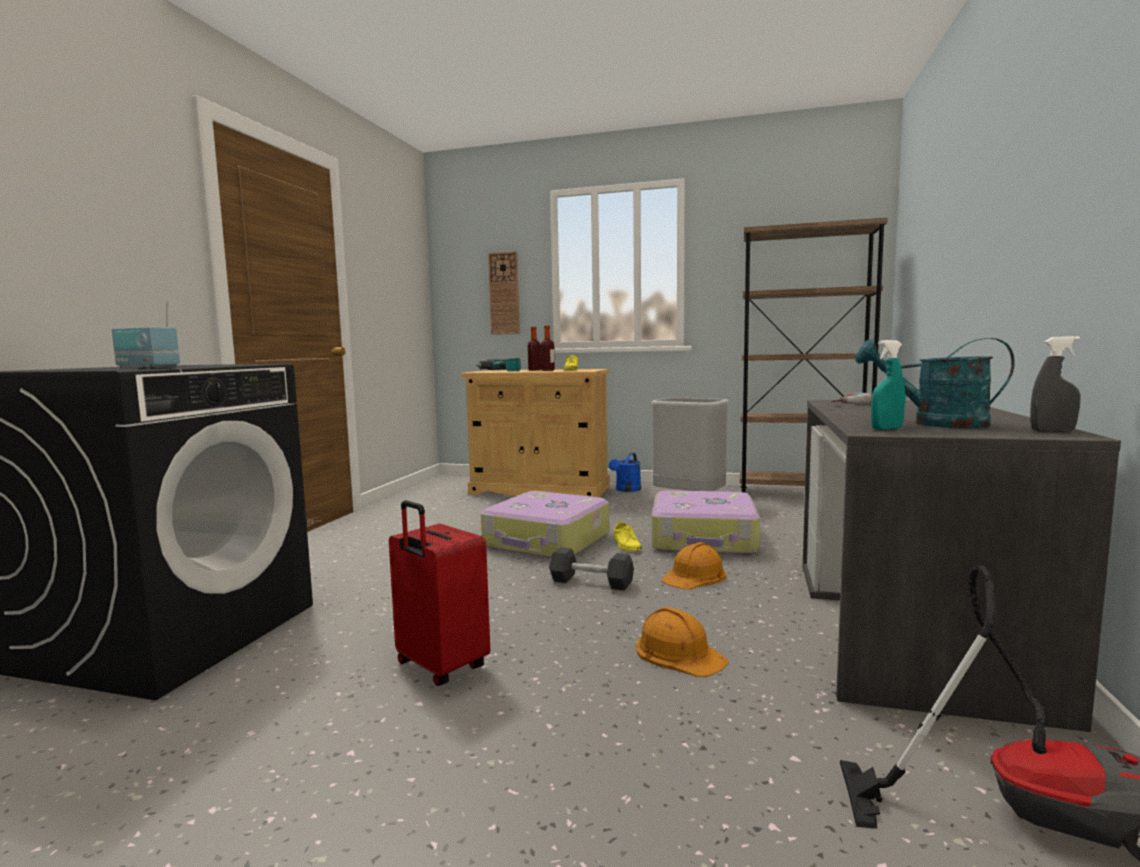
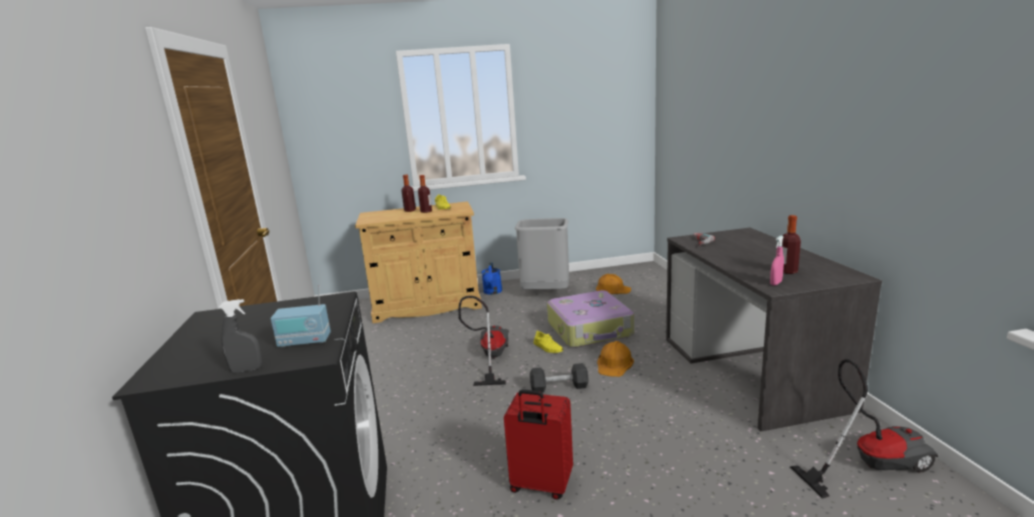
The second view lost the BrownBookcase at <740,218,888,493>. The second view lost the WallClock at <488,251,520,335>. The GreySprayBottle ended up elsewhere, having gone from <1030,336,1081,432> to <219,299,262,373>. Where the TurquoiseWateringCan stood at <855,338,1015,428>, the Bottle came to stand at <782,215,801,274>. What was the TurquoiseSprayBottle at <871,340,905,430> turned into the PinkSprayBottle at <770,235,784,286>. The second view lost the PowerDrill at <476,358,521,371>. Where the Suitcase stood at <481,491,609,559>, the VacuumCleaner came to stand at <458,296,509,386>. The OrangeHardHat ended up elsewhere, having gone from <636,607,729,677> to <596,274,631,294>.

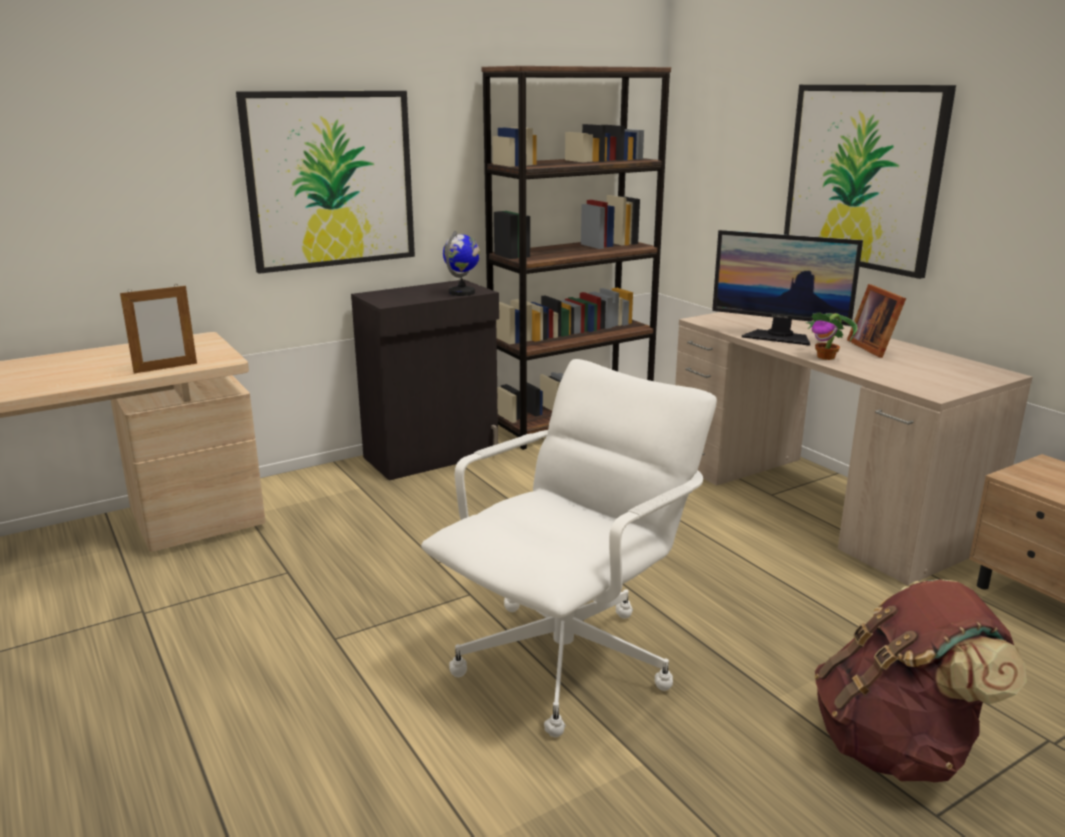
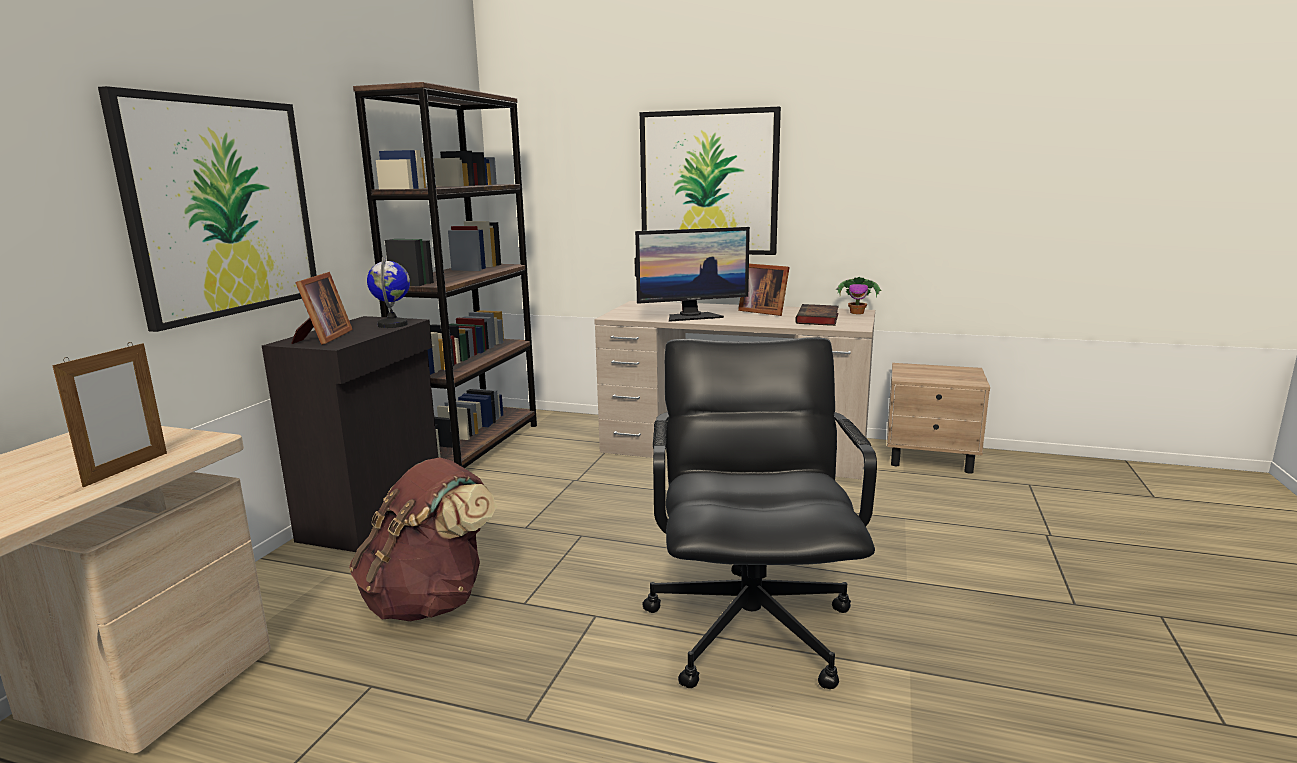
The PottedPlant ended up elsewhere, having gone from <806,312,858,360> to <836,277,882,314>. What was the WhiteOfficeChair at <421,359,717,737> turned into the BlackOfficeChair at <643,337,877,689>. The BrownBackpack ended up elsewhere, having gone from <815,579,1027,782> to <349,457,497,621>. The second view gained the PictureFrame at <291,272,353,345>. The second view gained the Book at <795,304,839,326>.

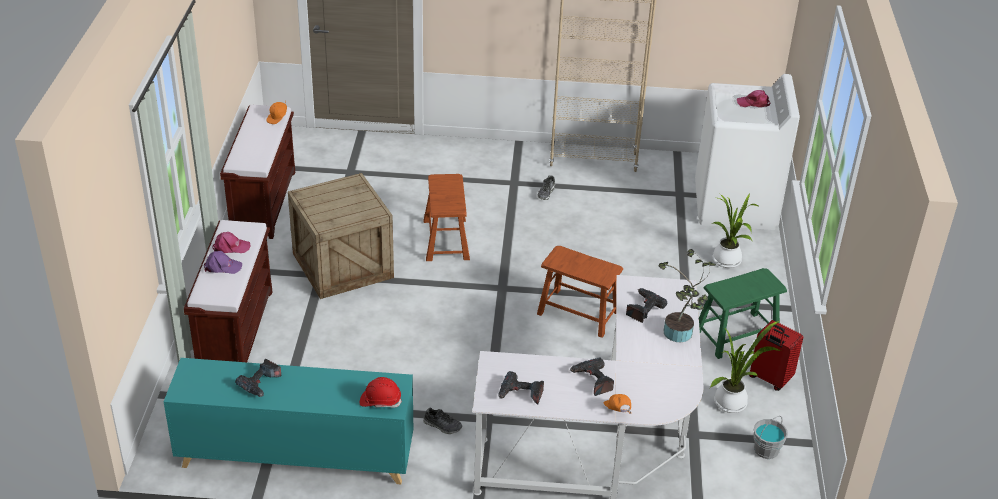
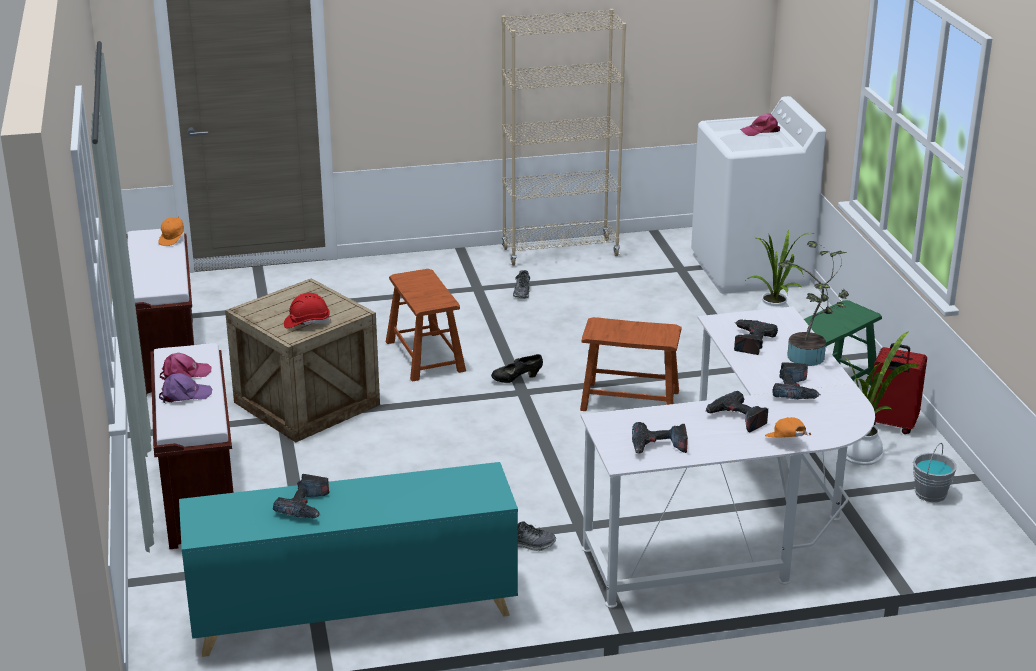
The RedHardHat ended up elsewhere, having gone from <360,377,402,408> to <284,292,331,329>. The second view gained the BlackShoe at <491,354,543,383>. The second view gained the PowerDrill at <773,362,821,399>.

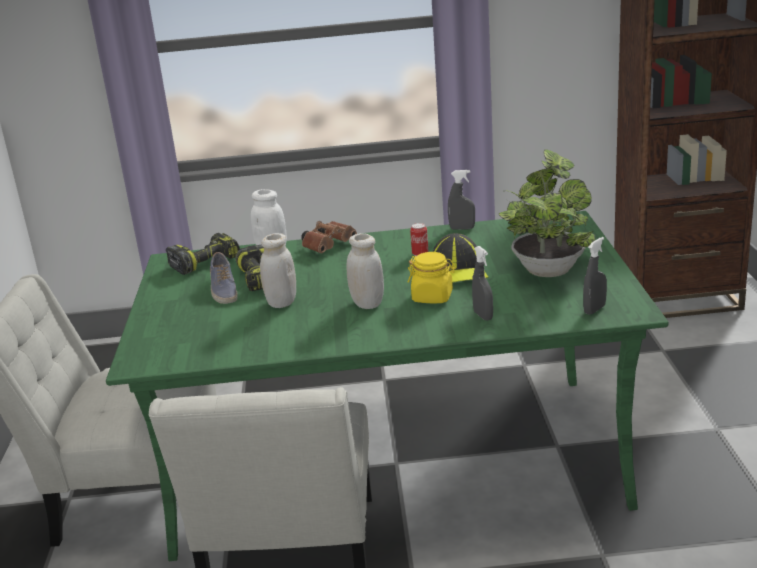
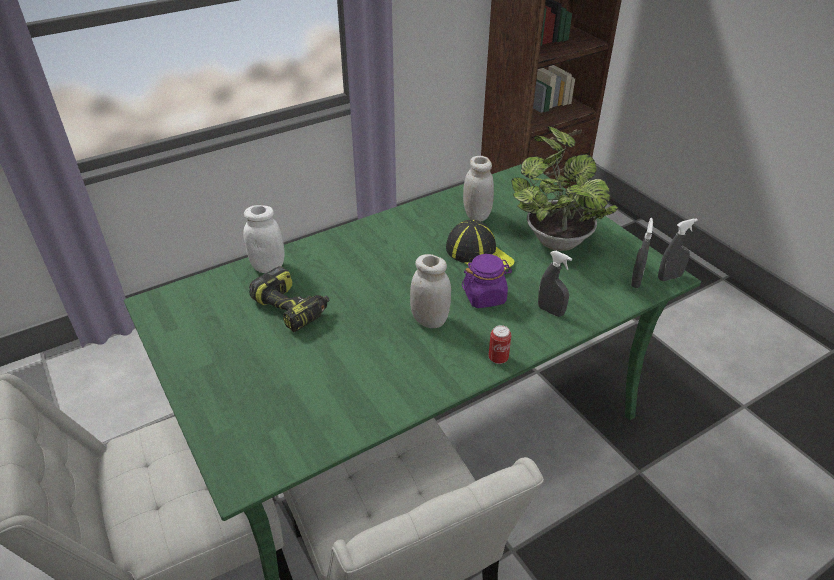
The GreySprayBottle ended up elsewhere, having gone from <448,170,475,230> to <658,218,698,281>. The second view lost the BrownBinoculars at <301,221,357,253>. The Can ended up elsewhere, having gone from <410,223,429,256> to <488,325,511,364>. The second view lost the PowerDrill at <166,233,240,275>. The WhiteJar ended up elsewhere, having gone from <260,233,296,308> to <463,156,494,221>. The second view lost the Shoe at <210,252,238,304>. What was the YellowJar at <407,252,456,303> turned into the PurpleJar at <462,254,512,308>.

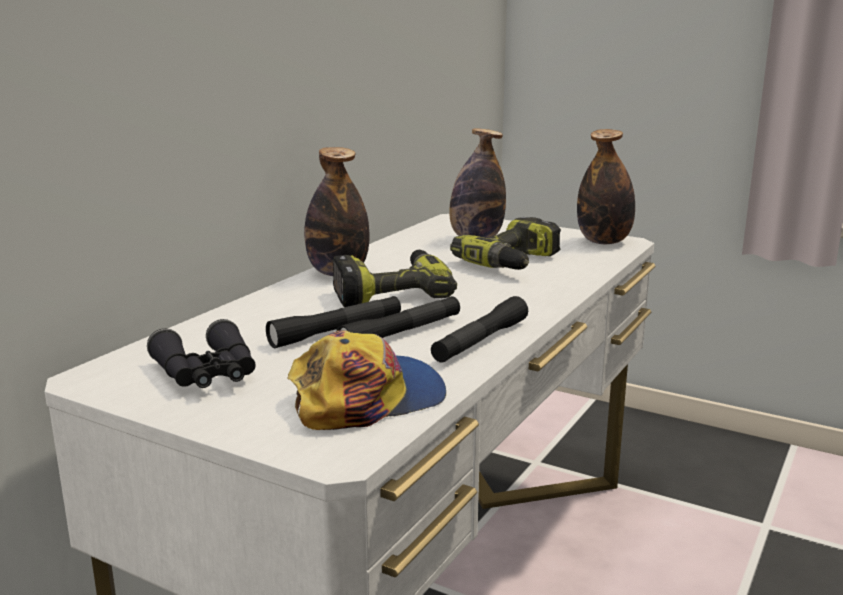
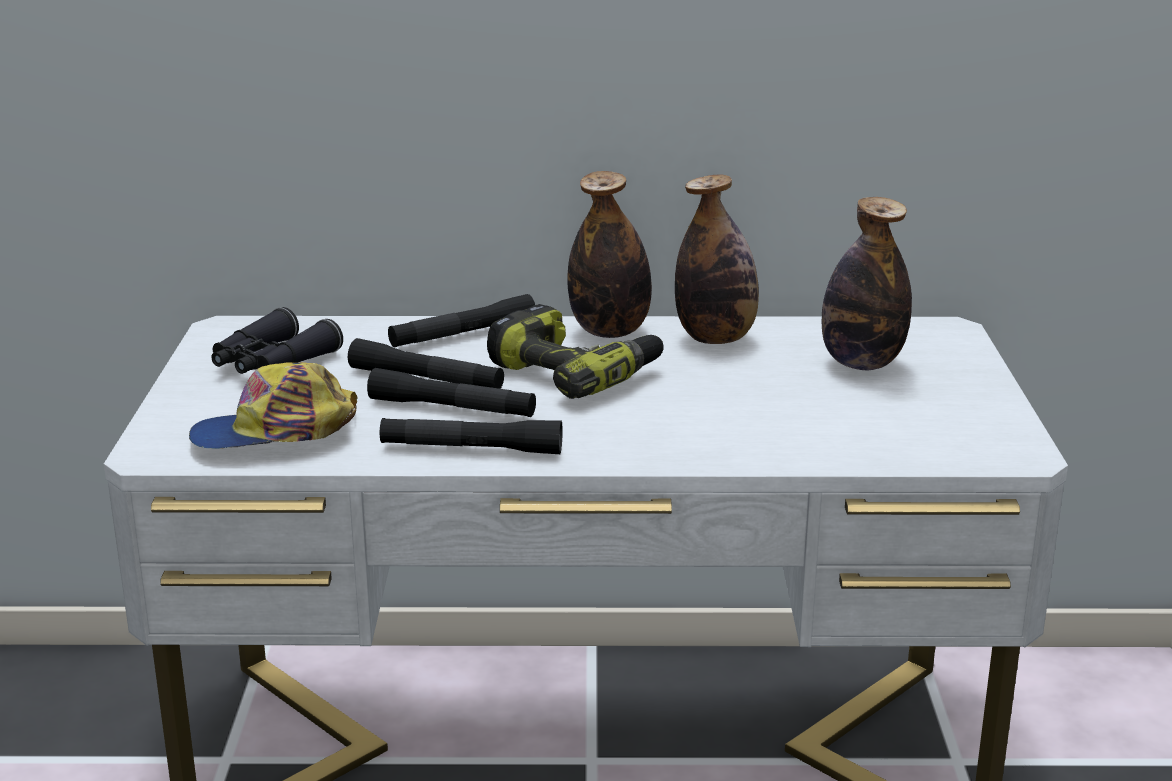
The Bottle ended up elsewhere, having gone from <577,129,635,244> to <675,174,759,344>. The second view lost the PowerDrill at <450,217,561,270>. The Cap at <287,330,446,430> ended up facing another way, 135 degrees clockwise from before. The second view gained the BlackFlashlight at <388,294,535,347>.

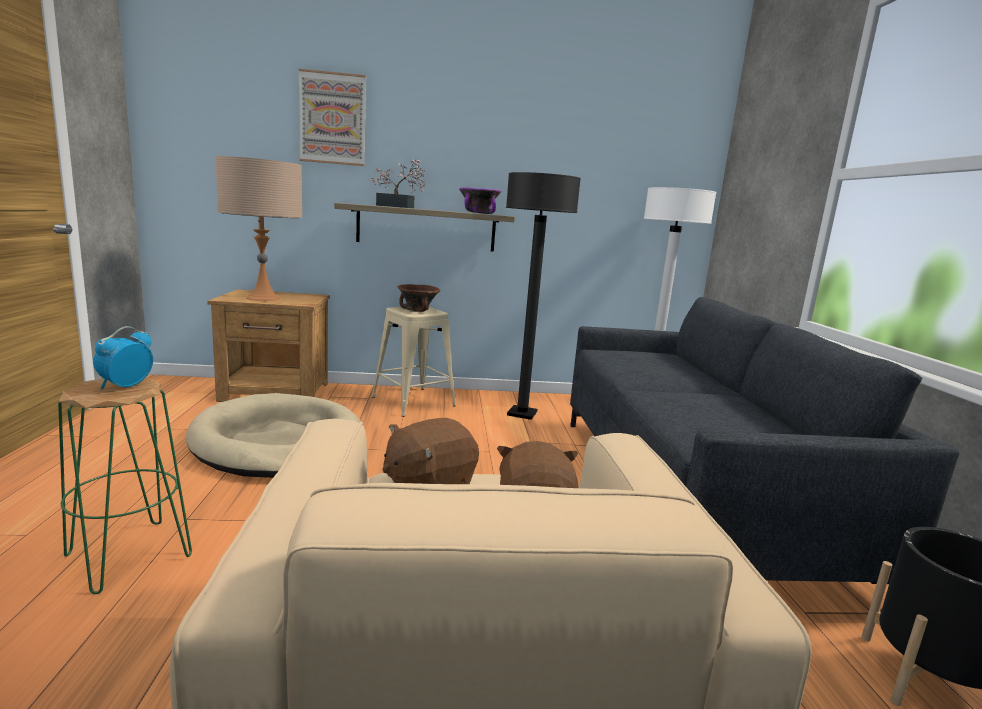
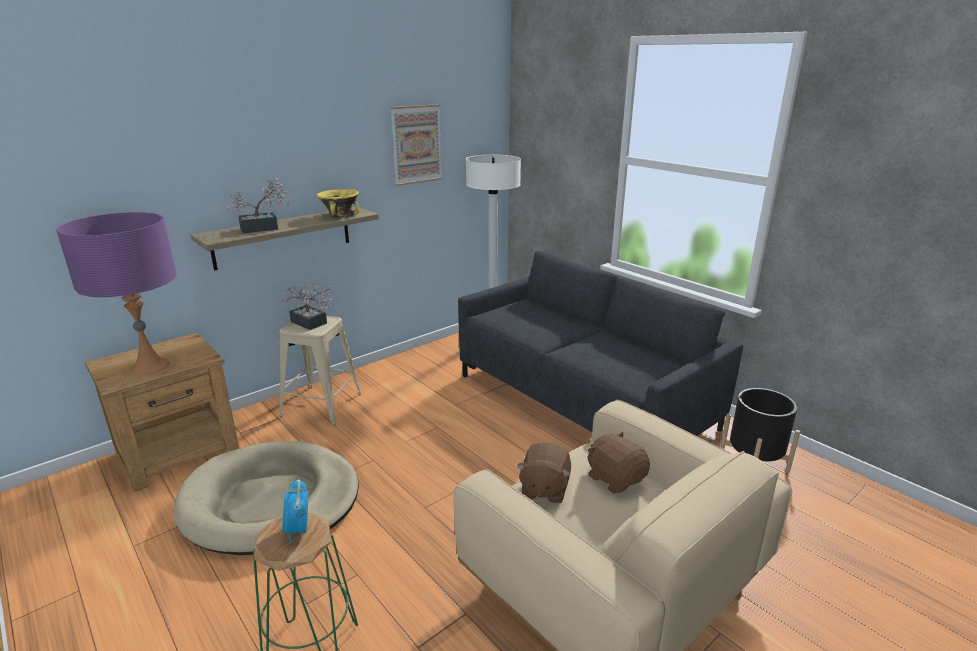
The Picture ended up elsewhere, having gone from <298,69,366,166> to <390,104,443,186>. What was the BeigeTableLamp at <215,156,302,301> turned into the PurpleTableLamp at <56,212,177,375>. The second view lost the BlackFloorLamp at <506,172,581,420>. What was the PurpleBowl at <459,187,501,214> turned into the YellowBowl at <316,189,359,217>. Where the BrownBowl stood at <398,284,440,312>, the PottedPlant came to stand at <281,284,334,330>.

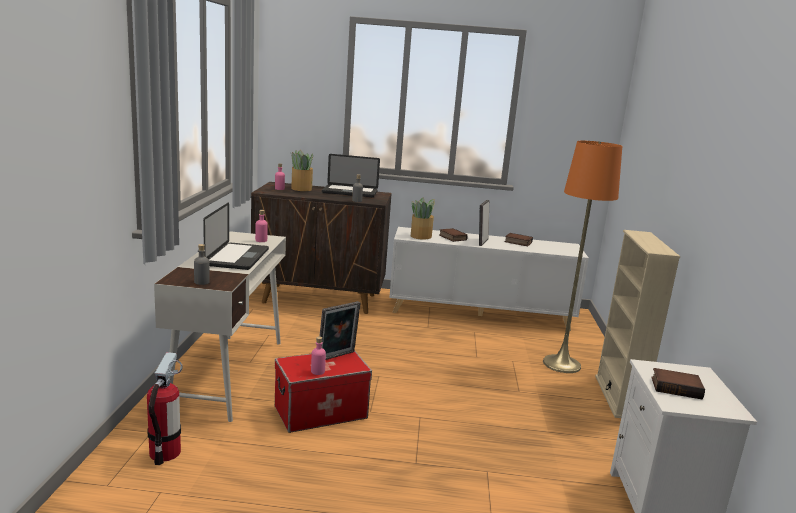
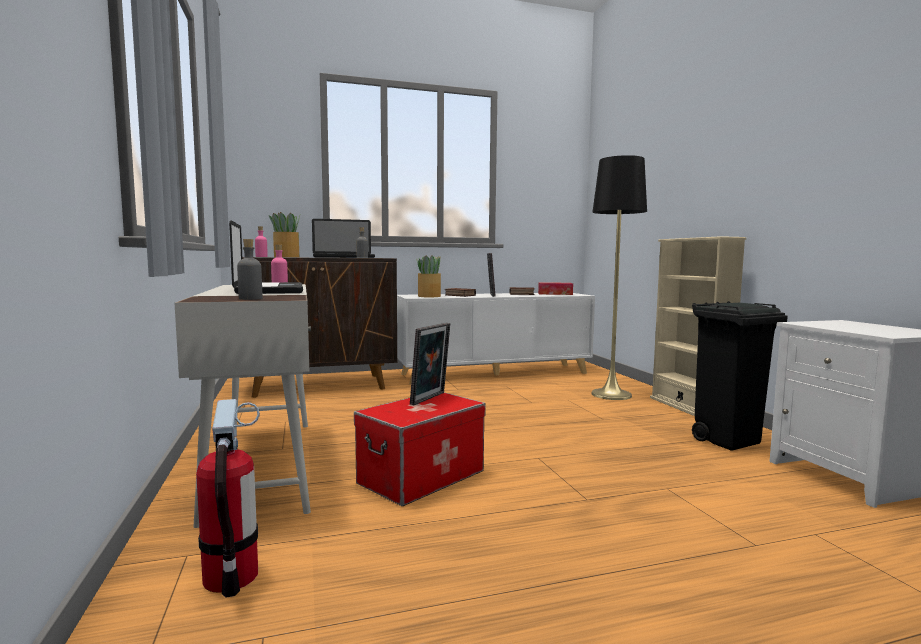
What was the OrangeFloorLamp at <543,141,622,373> turned into the BlackFloorLamp at <591,155,647,400>. The second view lost the PinkBottle at <311,337,326,375>. The second view lost the Book at <651,368,705,400>. The second view gained the TissueBox at <538,282,573,295>. The second view gained the BlackTrashCan at <692,301,788,451>.

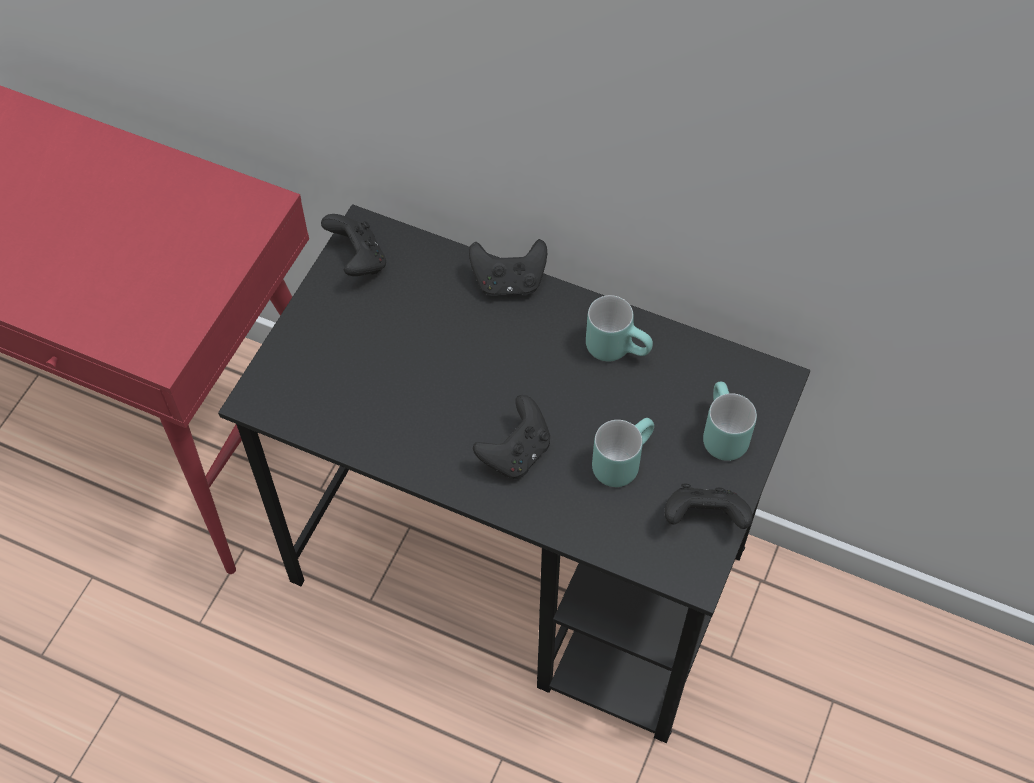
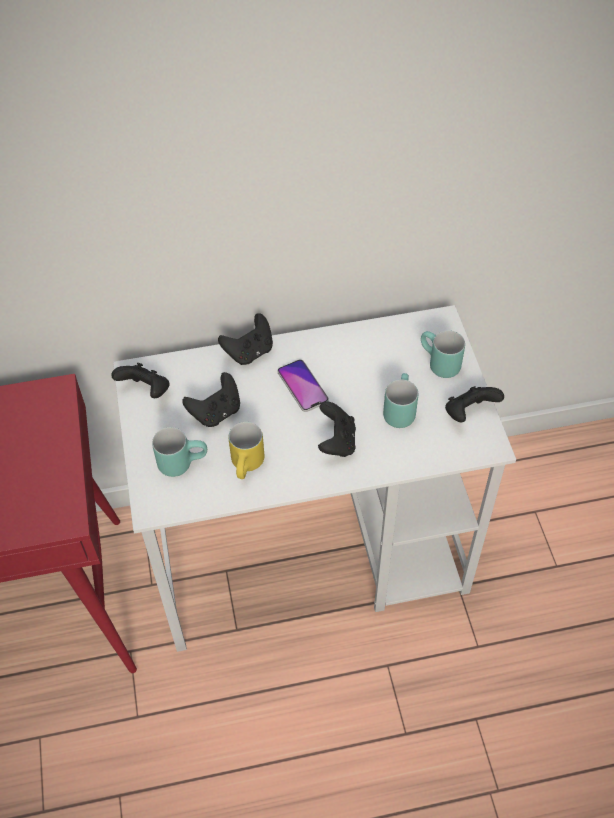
What was the BlackDesk at <218,204,810,743> turned into the WhiteDesk at <113,305,516,652>. The TurquoiseMug ended up elsewhere, having gone from <586,295,653,361> to <152,427,207,477>. The second view gained the Phone at <277,359,329,412>. The second view gained the BlackGameController at <182,372,240,427>. The second view gained the YellowMug at <229,422,264,479>.

